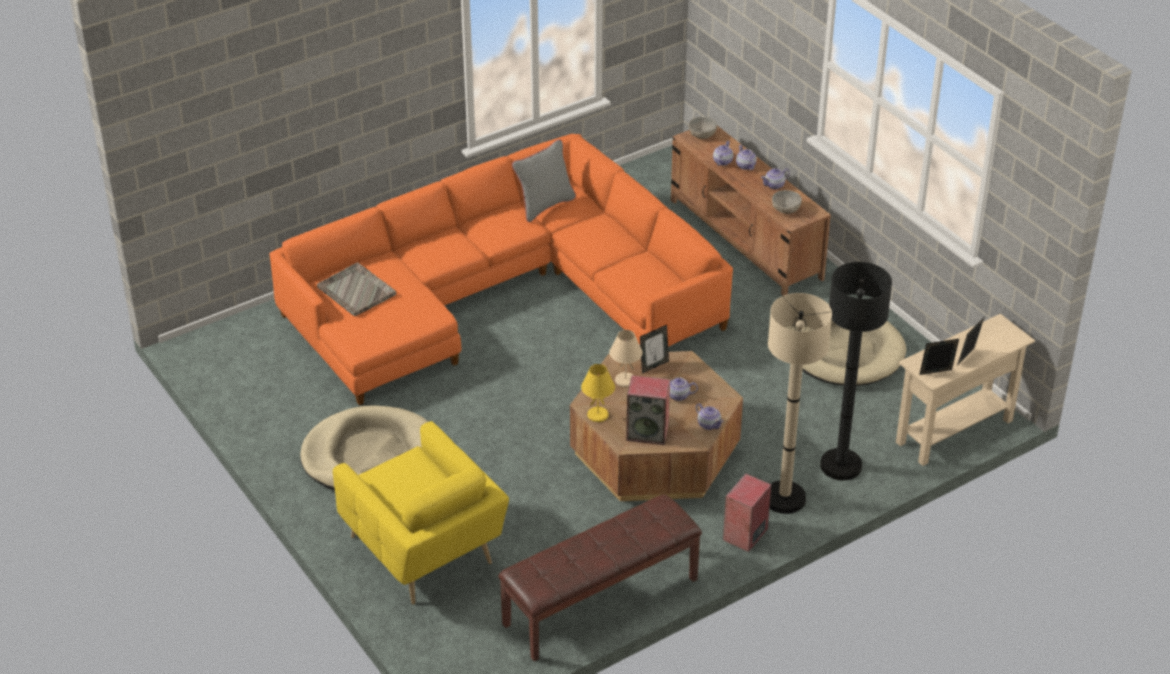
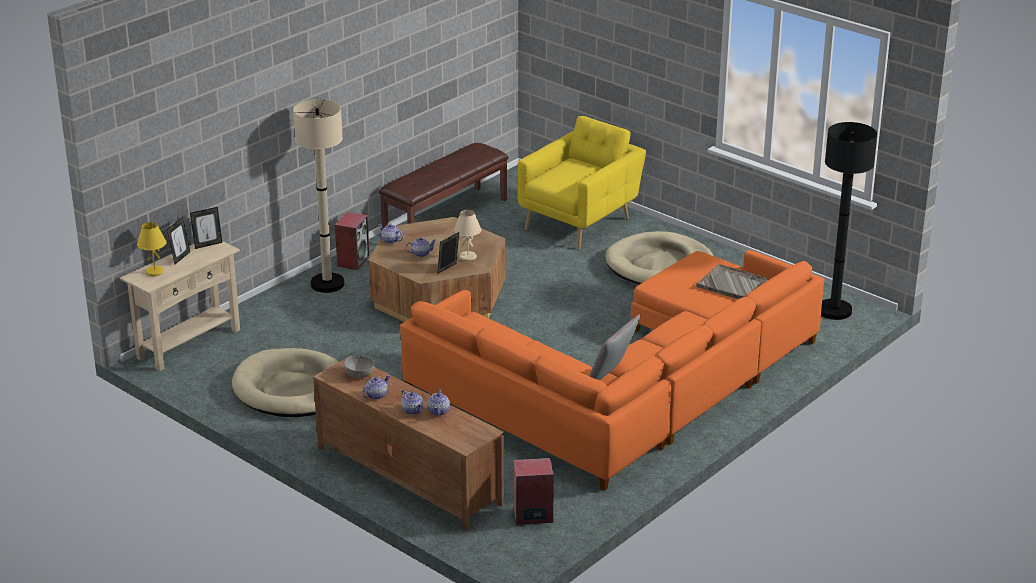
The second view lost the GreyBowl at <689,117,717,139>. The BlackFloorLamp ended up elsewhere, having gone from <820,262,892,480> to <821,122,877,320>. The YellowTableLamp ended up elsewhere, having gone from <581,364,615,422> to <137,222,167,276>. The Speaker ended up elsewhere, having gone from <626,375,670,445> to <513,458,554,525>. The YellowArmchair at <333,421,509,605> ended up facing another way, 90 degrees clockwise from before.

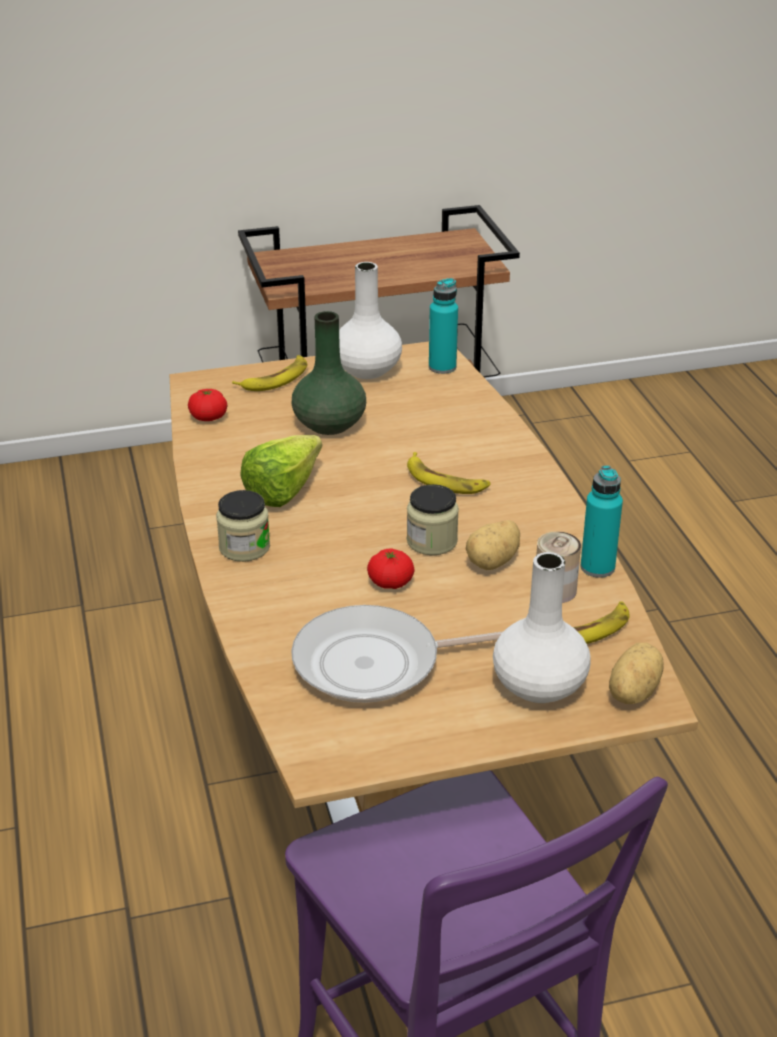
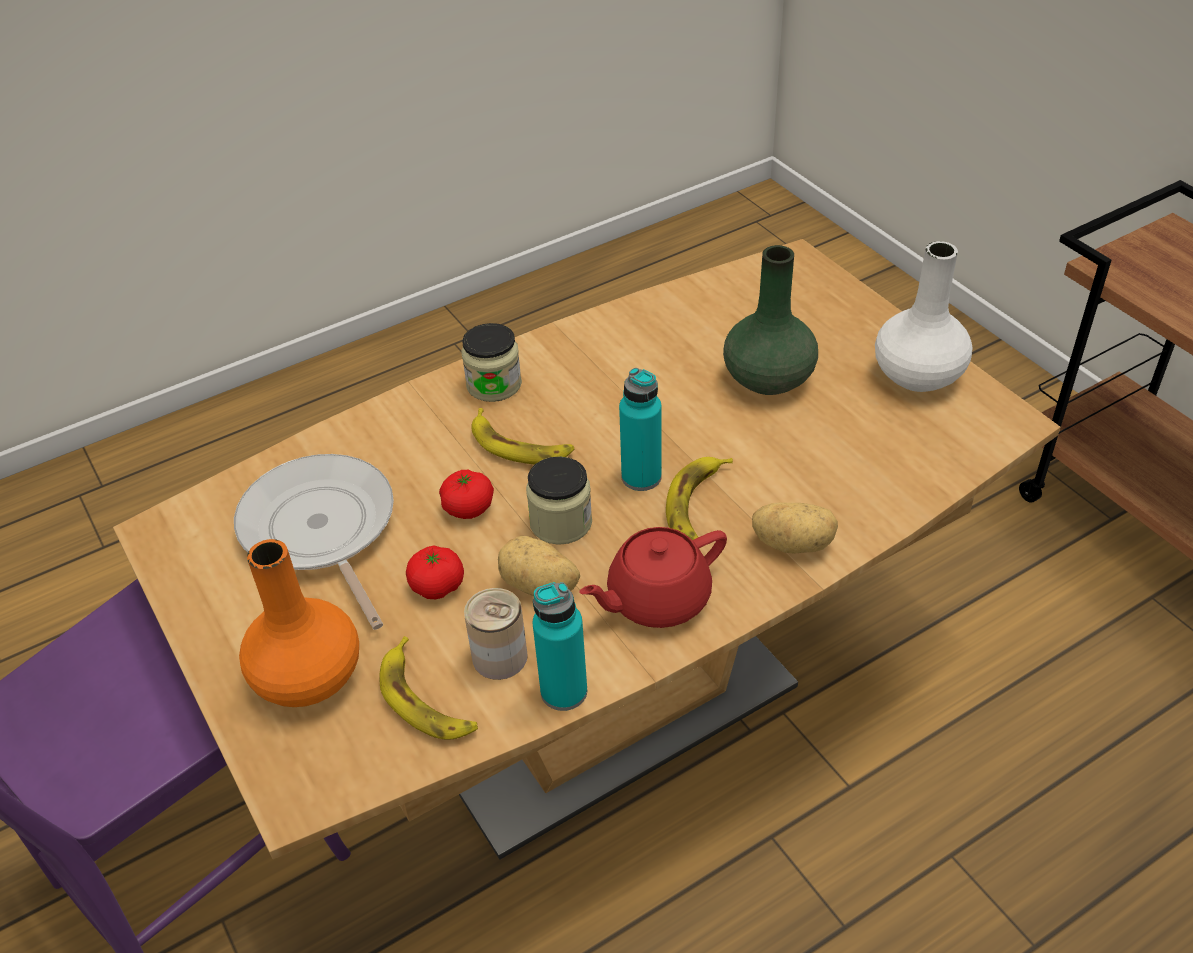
The TurquoiseBottle ended up elsewhere, having gone from <429,278,458,374> to <619,368,662,491>. The Banana ended up elsewhere, having gone from <232,355,307,391> to <471,408,574,464>. The Tomato ended up elsewhere, having gone from <188,389,227,421> to <406,545,464,599>. The second view lost the Lettuce at <240,435,322,507>. What was the WhiteVase at <493,552,591,703> turned into the OrangeVase at <239,539,359,707>. The Potato ended up elsewhere, having gone from <609,643,664,704> to <752,502,838,554>. The second view gained the RedTeapot at <579,527,727,628>.

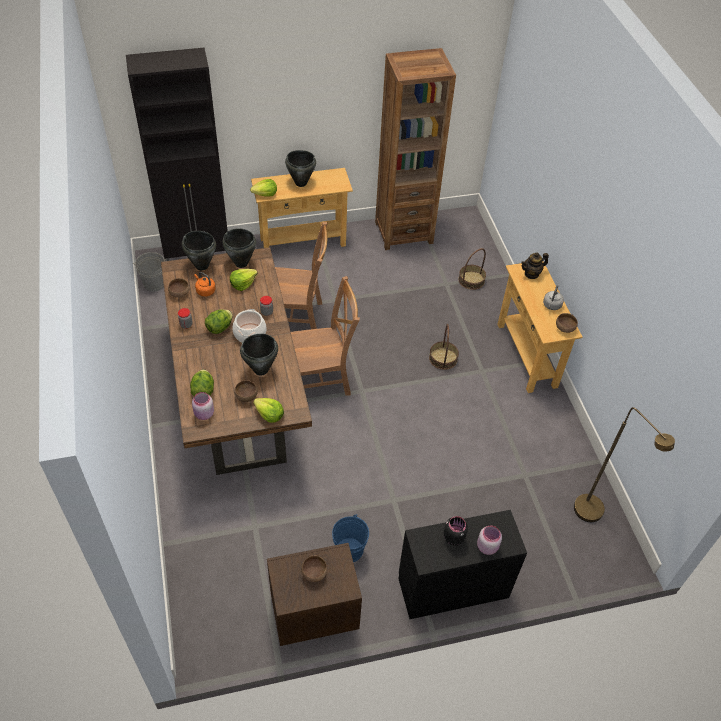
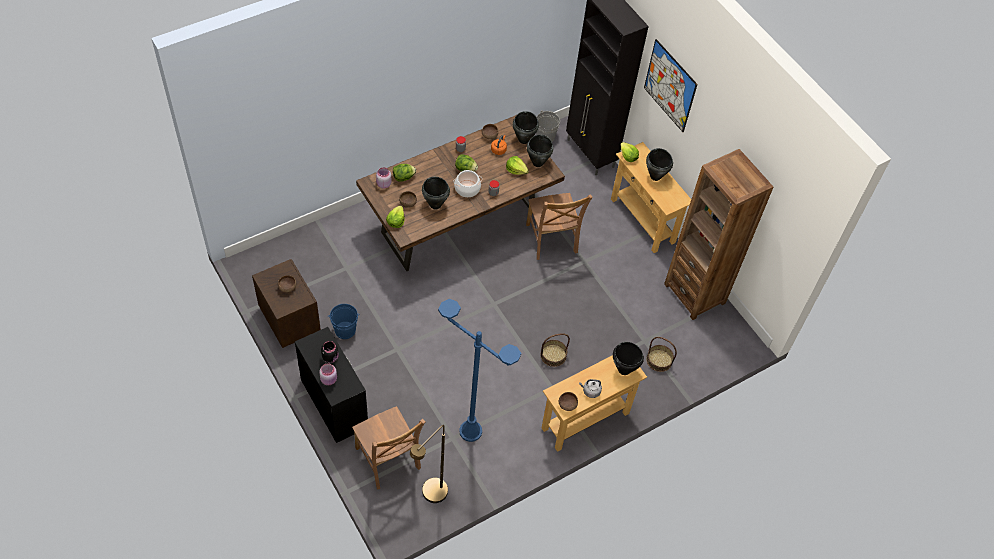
Where the Teapot stood at <521,252,549,279>, the BlackCookingPot came to stand at <613,342,644,375>. The BrownChair ended up elsewhere, having gone from <291,276,360,396> to <352,406,426,490>. The second view gained the Picture at <644,39,698,132>. The second view gained the BlueFloorLamp at <438,299,521,442>.

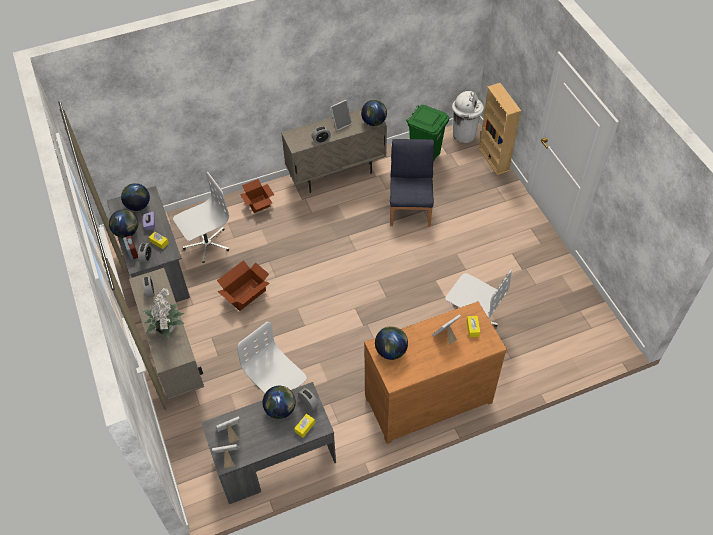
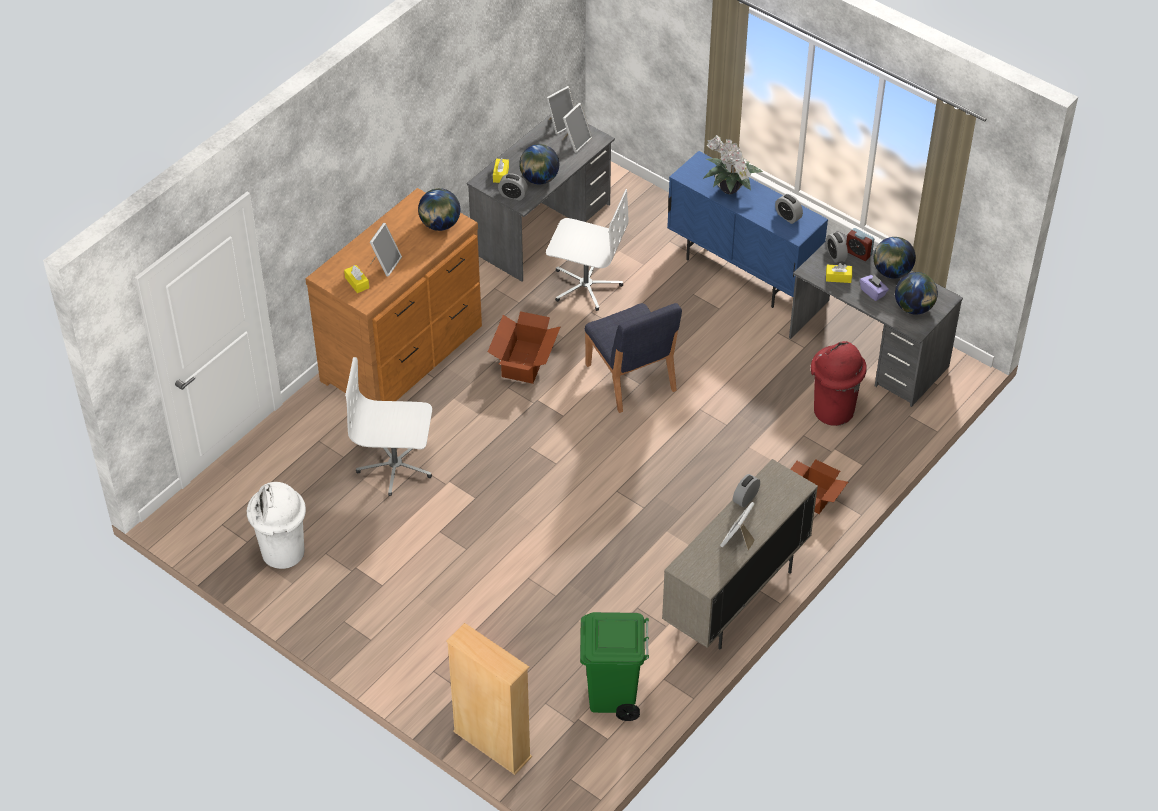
The WhiteTrashCan ended up elsewhere, having gone from <452,91,484,143> to <247,482,306,569>. The second view lost the Globe at <361,100,387,126>. The BlueChair ended up elsewhere, having gone from <390,139,434,227> to <585,303,682,413>. Where the WhiteOfficeChair stood at <173,172,229,263>, the RedTrashCan came to stand at <811,341,867,426>. The CardboardBox ended up elsewhere, having gone from <217,260,270,311> to <488,311,561,384>. What was the BeigeCabinet at <129,268,204,400> turned into the BlueCabinet at <667,151,828,308>.

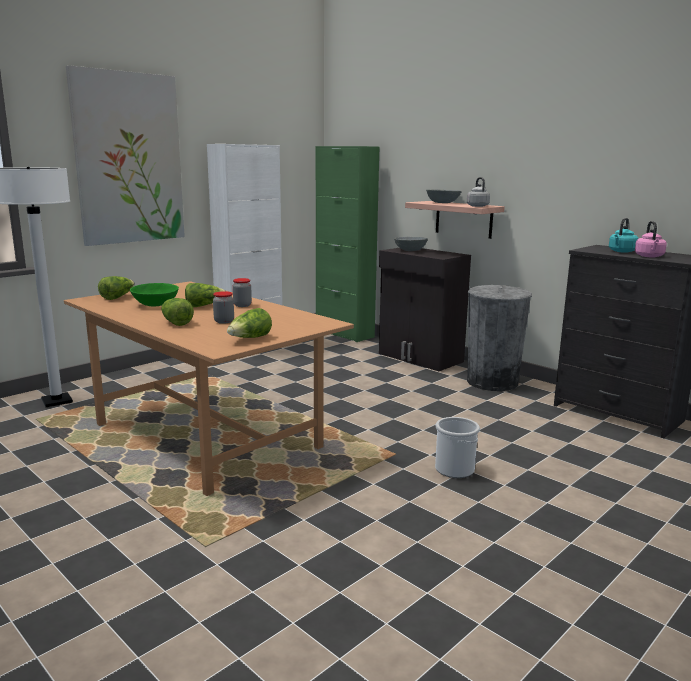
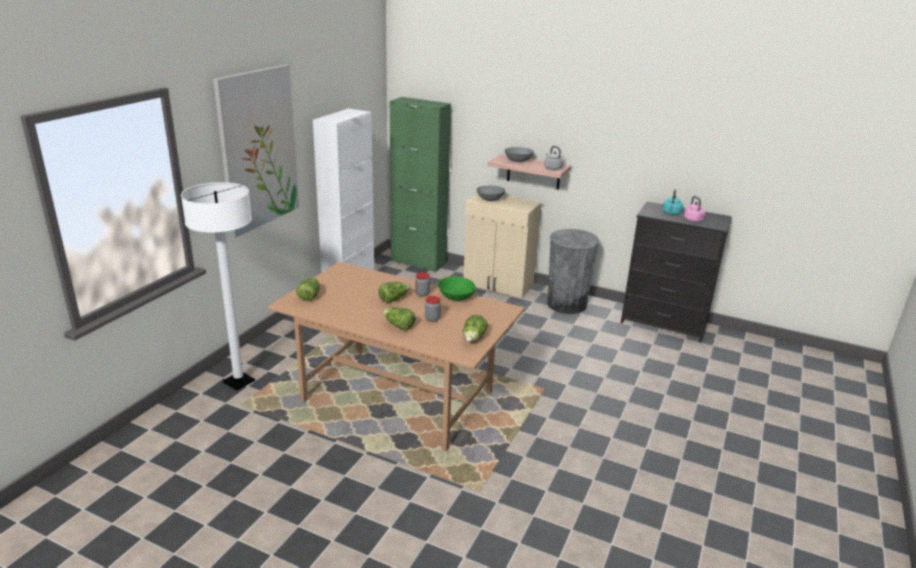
What was the BlackCabinet at <379,248,471,371> turned into the BeigeCabinet at <463,193,542,298>. The GreenBowl ended up elsewhere, having gone from <130,283,179,306> to <438,276,476,301>. The second view lost the Bucket at <435,417,480,478>.

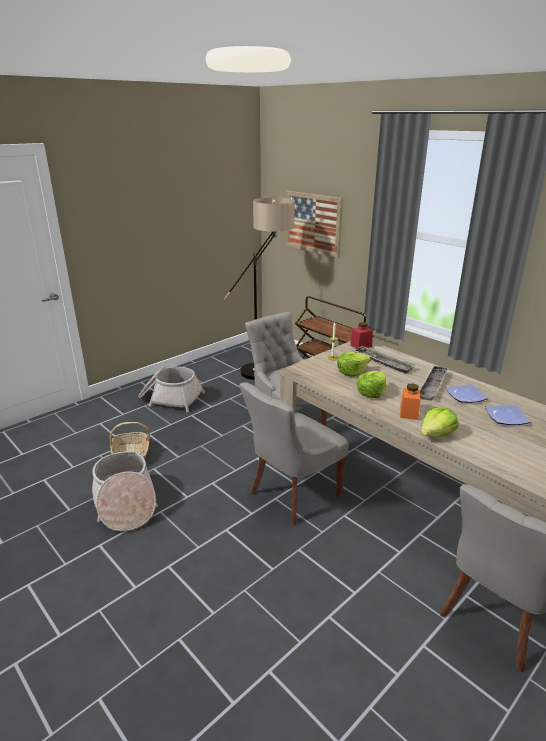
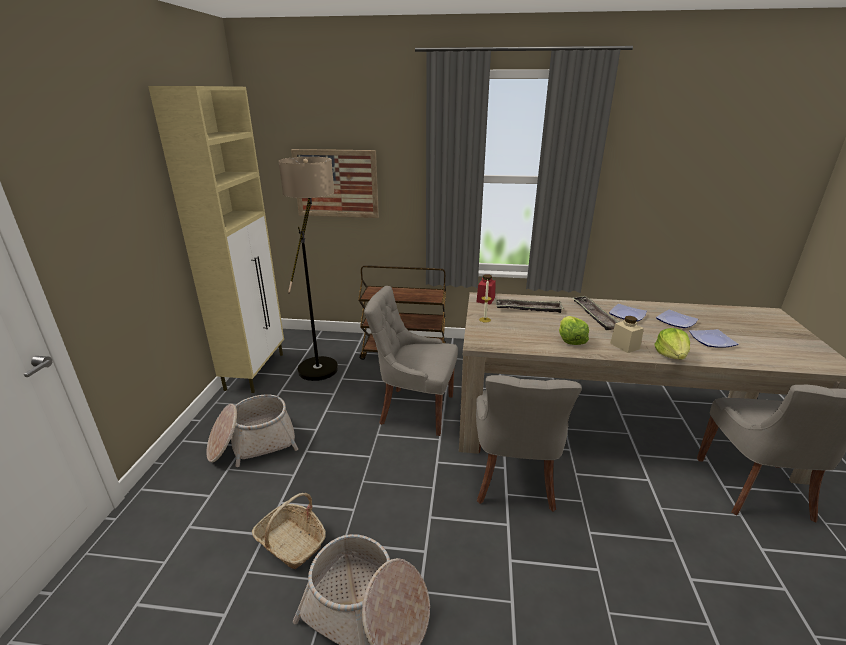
The second view lost the Lettuce at <337,352,371,377>. What was the OrangeJar at <400,383,421,420> turned into the BeigeJar at <610,316,644,353>. The second view gained the BeigeCabinet at <148,86,284,393>. The second view gained the Plate at <689,329,738,348>.

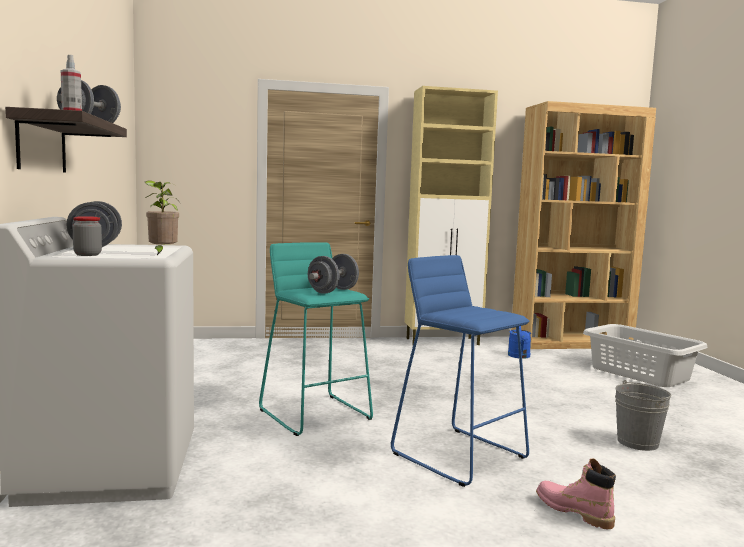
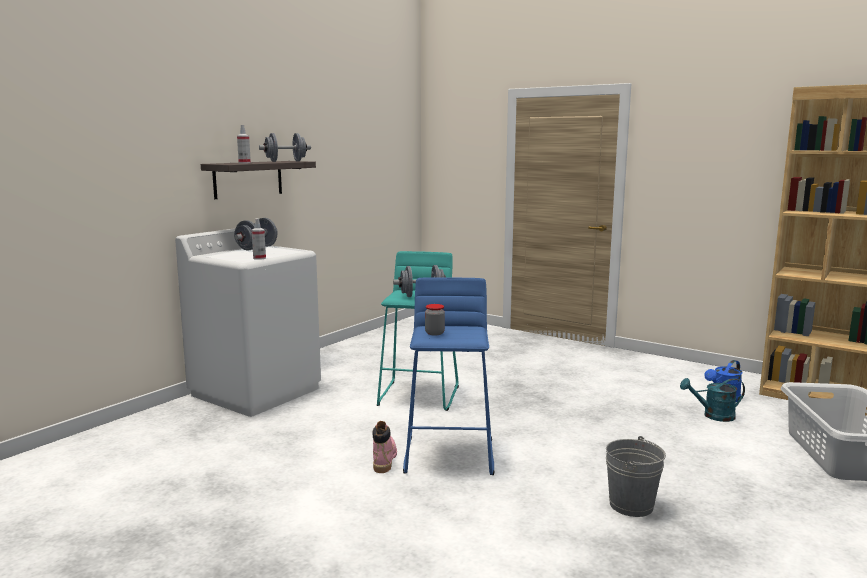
The second view lost the BeigeCabinet at <405,86,498,345>. Where the PottedPlant stood at <144,180,180,255>, the SprayBottle came to stand at <252,218,266,260>. The Jar ended up elsewhere, having gone from <73,216,102,256> to <425,304,445,336>. The PinkBoot ended up elsewhere, having gone from <536,458,616,529> to <373,421,397,473>. The second view gained the TurquoiseWateringCan at <680,378,745,422>.

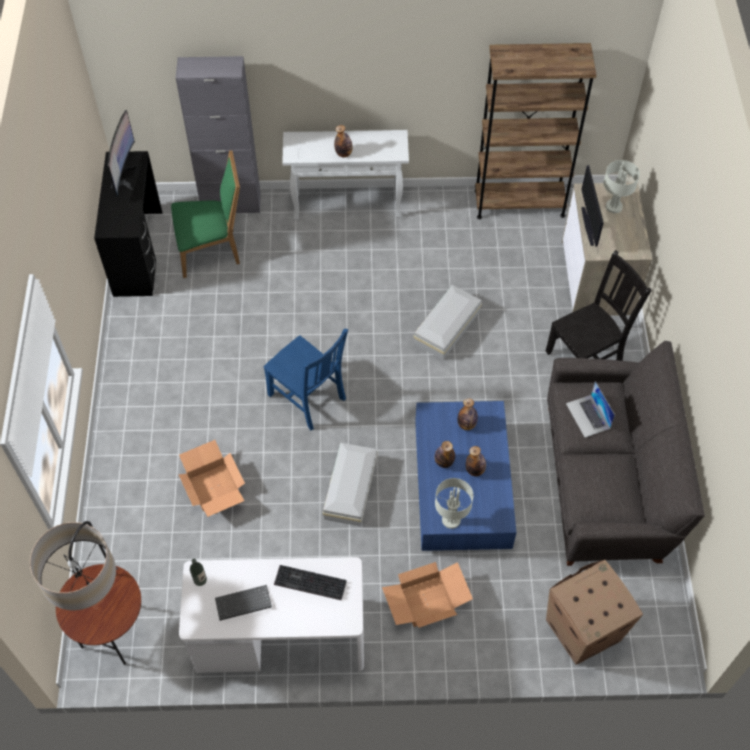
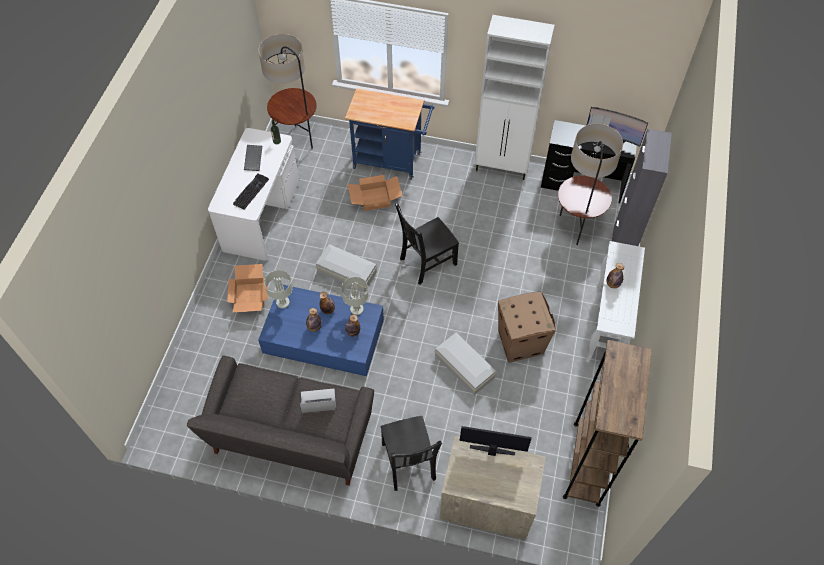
Where the GreenChair stood at <171,150,240,278>, the FloorLamp came to stand at <558,124,623,245>. The GreyTableLamp ended up elsewhere, having gone from <603,160,640,213> to <341,277,369,315>. What was the BlueChair at <264,329,348,430> turned into the BlackChair at <395,203,459,285>. The CardboardBox ended up elsewhere, having gone from <546,560,643,665> to <498,292,556,363>. The second view gained the WhiteCabinet at <475,15,554,180>. The second view gained the BlueCart at <345,88,435,180>.

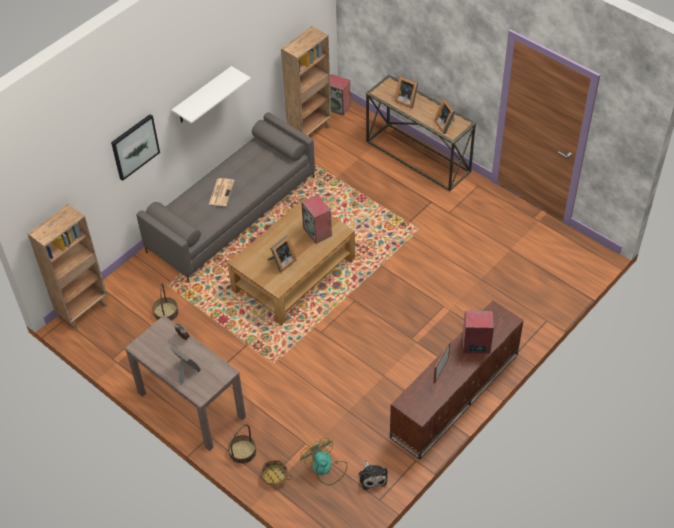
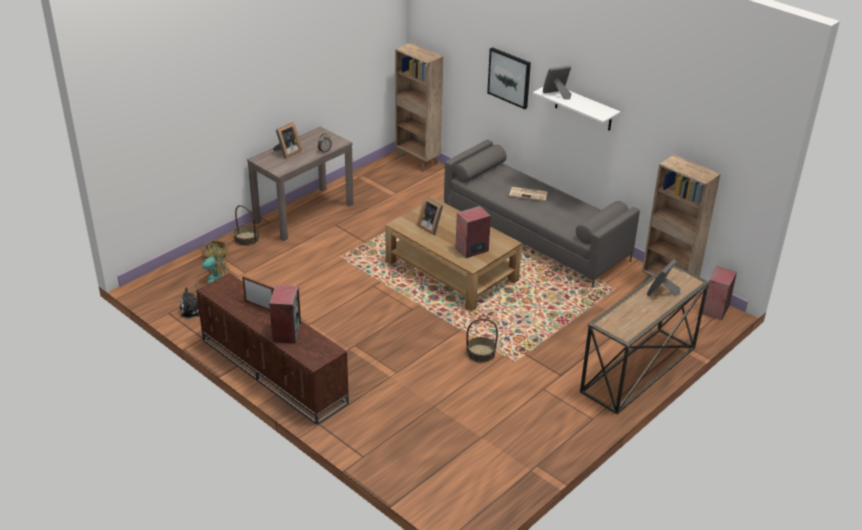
The PictureFrame ended up elsewhere, having gone from <434,98,456,134> to <543,65,572,100>. The Basket ended up elsewhere, having gone from <152,283,179,321> to <466,318,498,363>.

